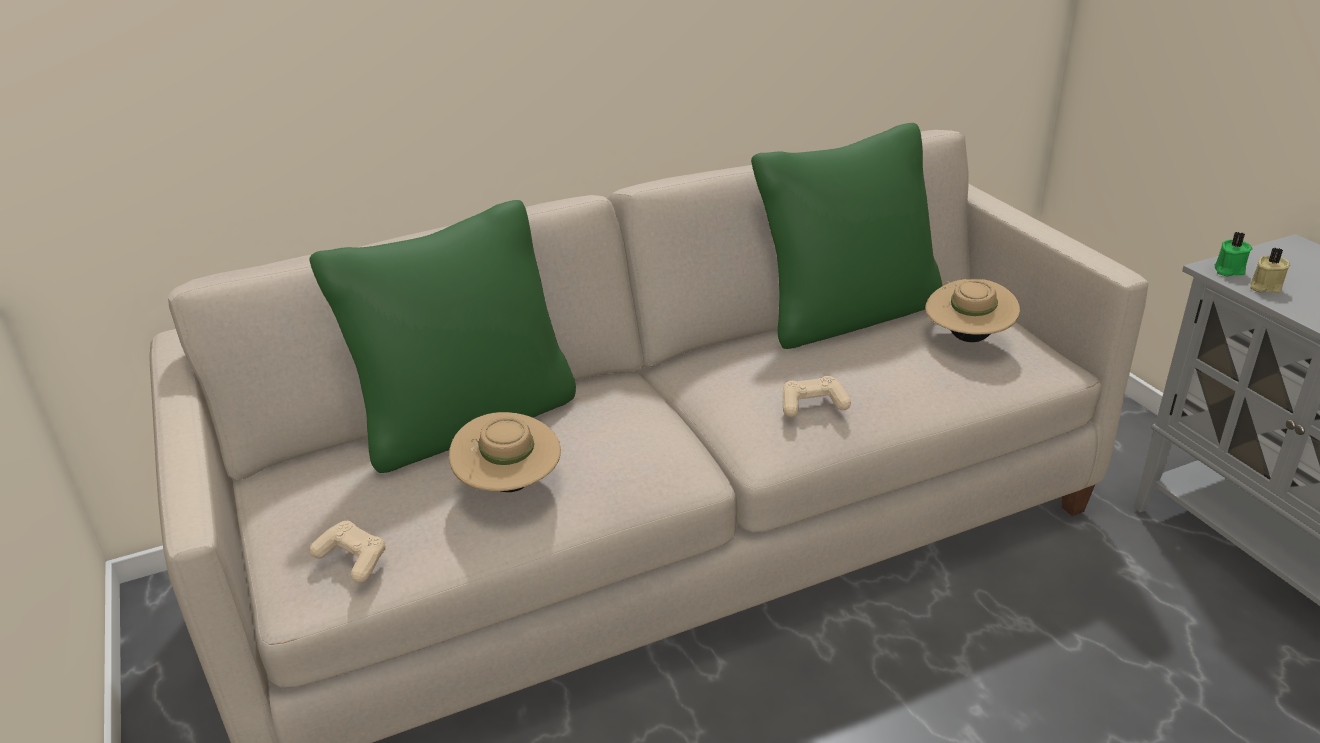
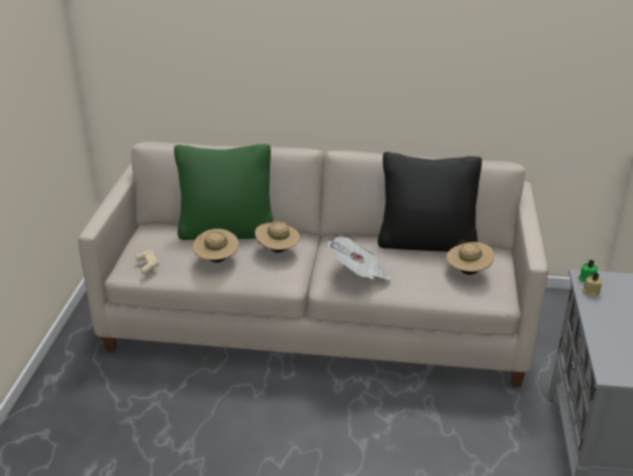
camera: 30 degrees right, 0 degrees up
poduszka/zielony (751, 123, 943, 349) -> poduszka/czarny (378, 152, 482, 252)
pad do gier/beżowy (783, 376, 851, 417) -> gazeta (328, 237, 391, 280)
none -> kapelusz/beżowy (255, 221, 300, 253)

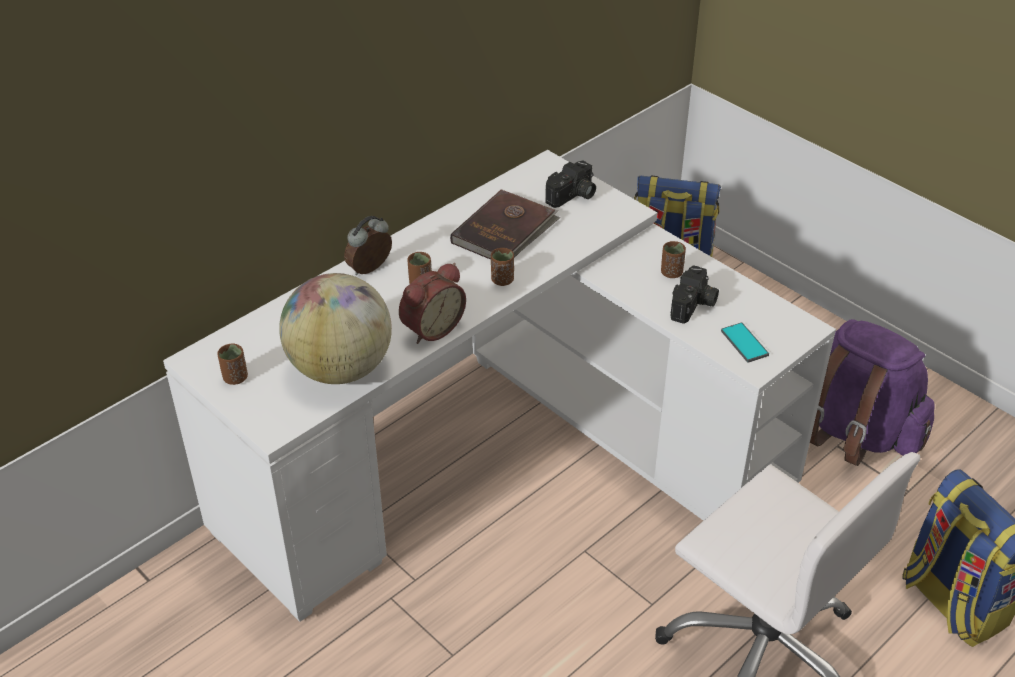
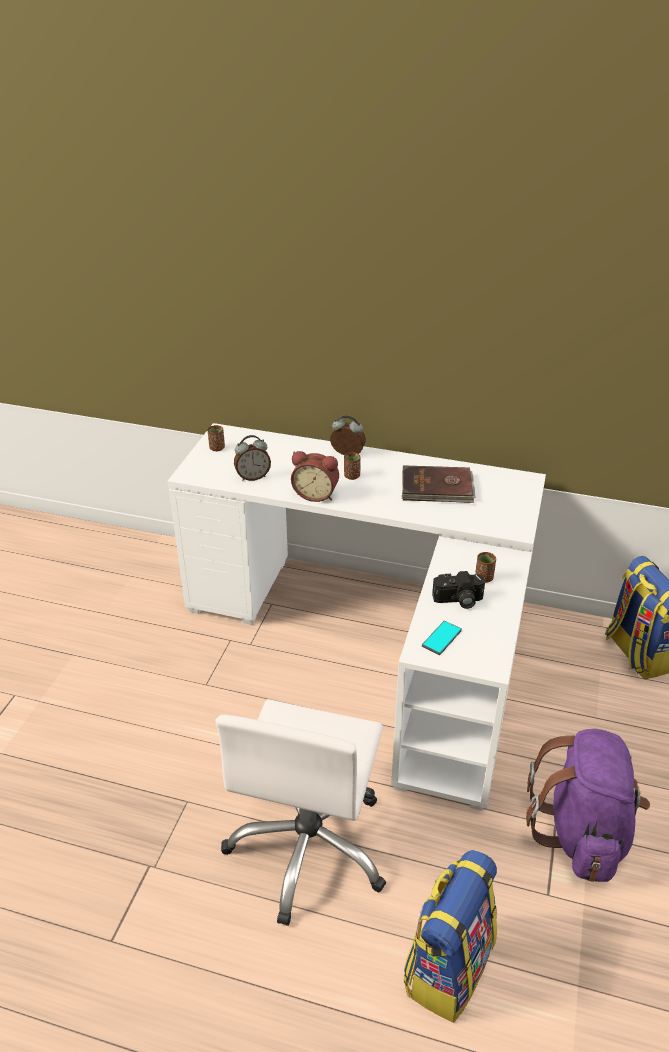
camera: 60 degrees right, 5 degrees down
globus (279, 273, 392, 384) -> budzik (234, 435, 271, 481)
filiżanka/brązowy (491, 248, 514, 286) -> none
aparat fotograficzny (545, 160, 596, 208) -> none

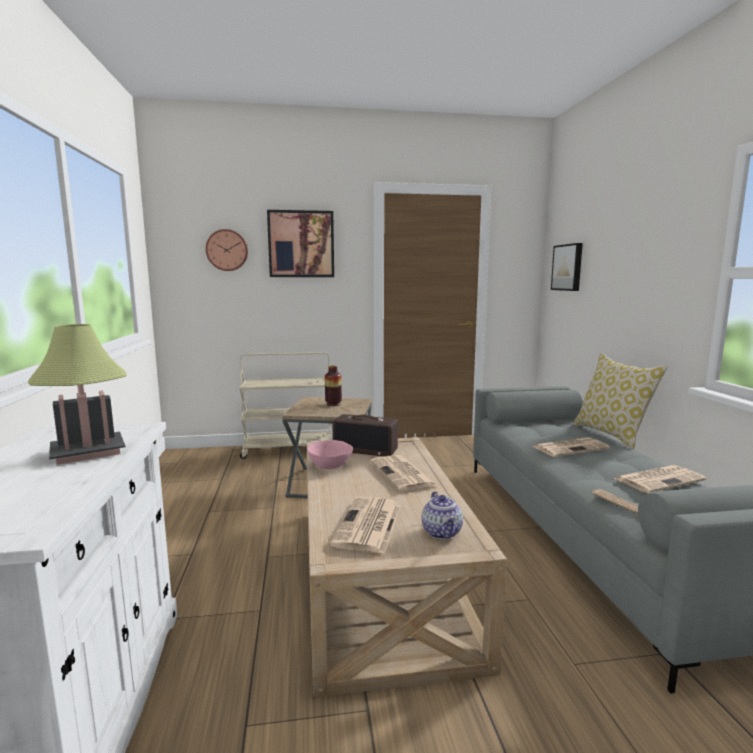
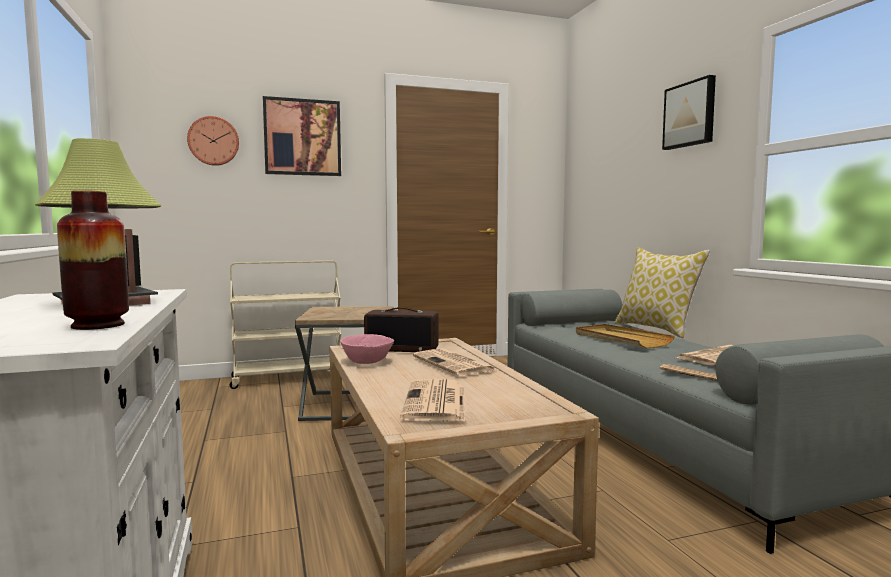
camera: 10 degrees left, 5 degrees down
wazon (325, 366, 342, 406) -> wazon (57, 190, 129, 330), move
imbryk (421, 491, 463, 539) -> none
gazeta (532, 437, 610, 457) -> taca/beżowy (576, 324, 675, 348)
obraz (551, 243, 583, 291) -> obraz (662, 75, 716, 150), move

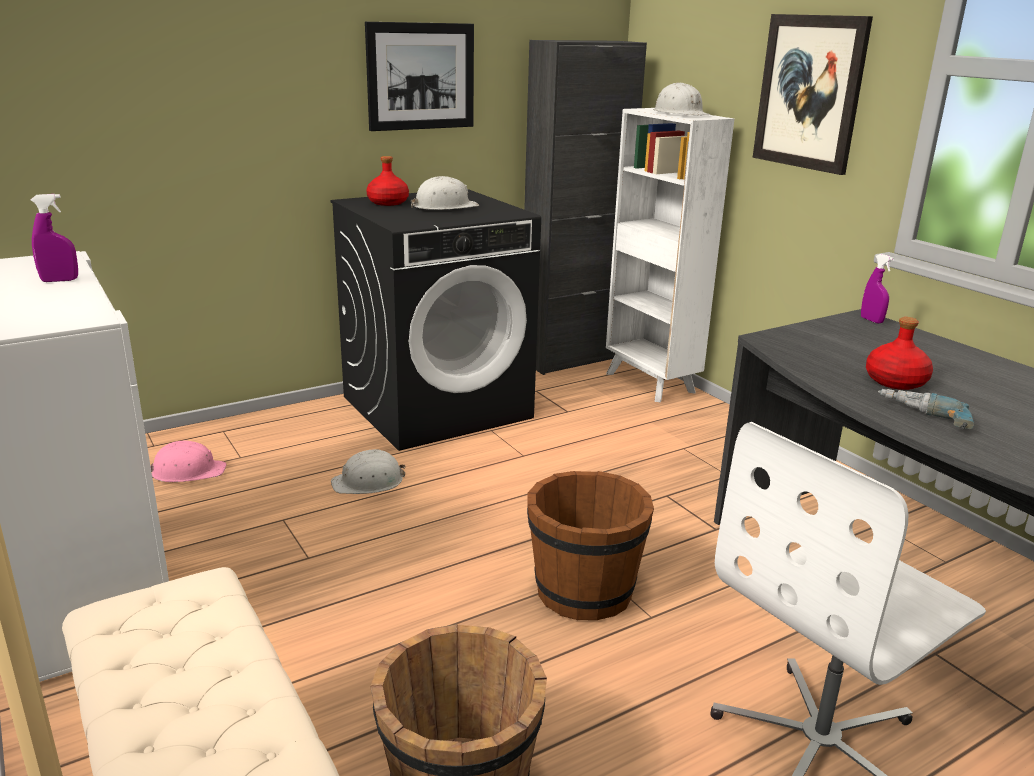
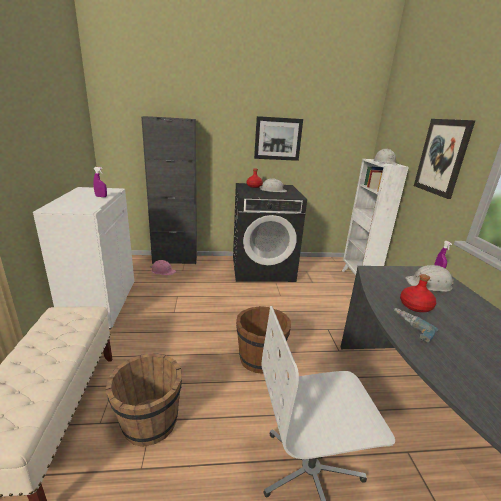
camera: 25 degrees right, 0 degrees up
kask/biały (331, 449, 405, 494) -> kask/biały (405, 265, 454, 292), move
szafka/czarny (524, 40, 647, 375) -> szafka/czarny (141, 116, 197, 264), move

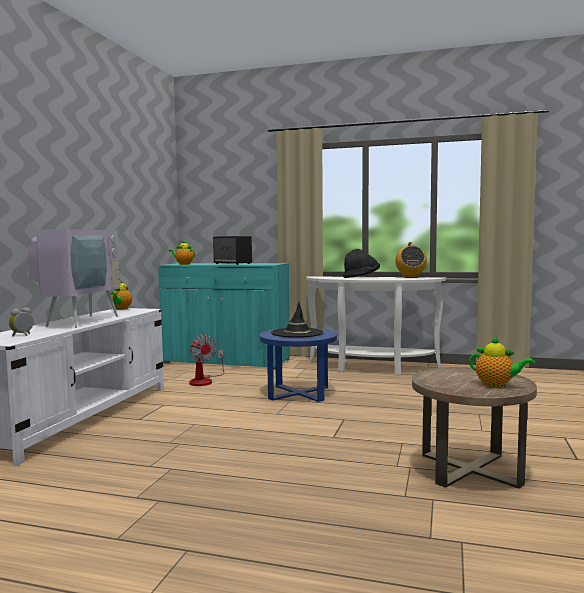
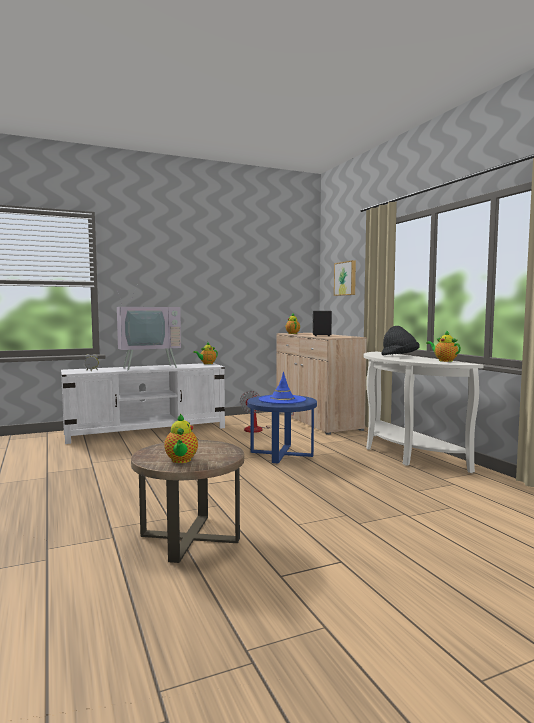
camera: 50 degrees right, 0 degrees up
szafka/turkusowy (158, 263, 290, 370) -> szafka/beżowy (277, 333, 367, 435)
kapelusz/czarny (271, 302, 324, 338) -> kapelusz/niebieski (259, 371, 306, 404)
radio (395, 242, 427, 278) -> imbryk (426, 330, 461, 362)
none -> obraz (334, 260, 356, 296)

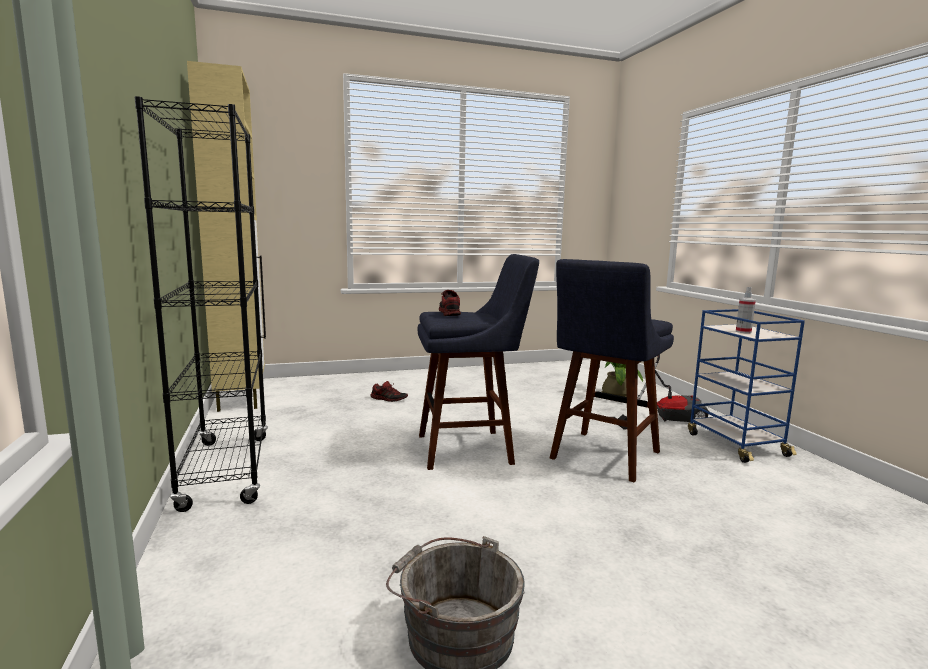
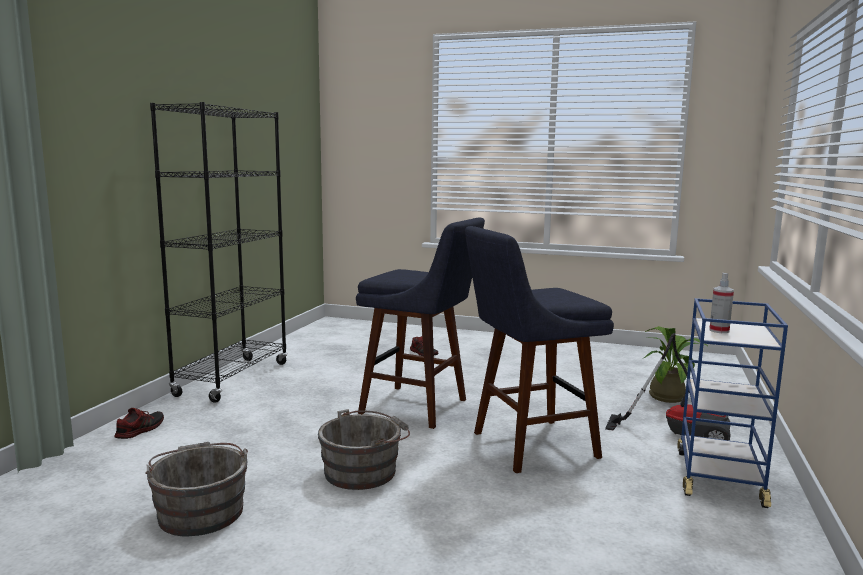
camera: 35 degrees right, 0 degrees up
szafka/beżowy (187, 61, 266, 412) -> none
but (439, 290, 461, 316) -> but (114, 408, 164, 439), move
none -> wiadro/szary (318, 409, 410, 490)

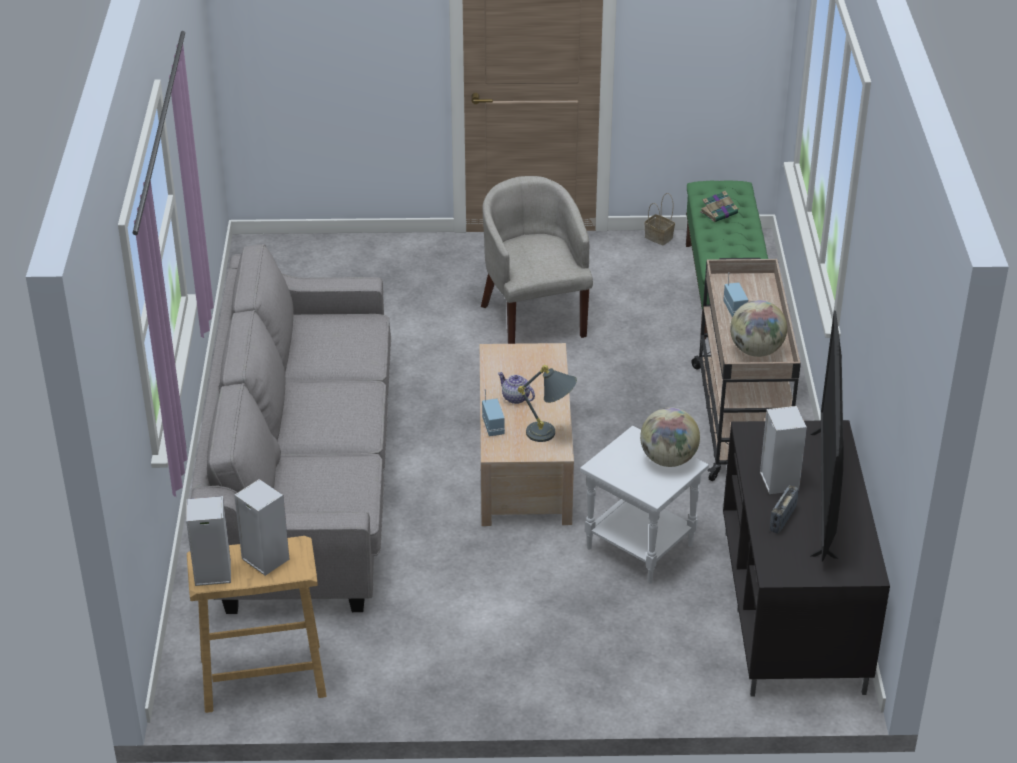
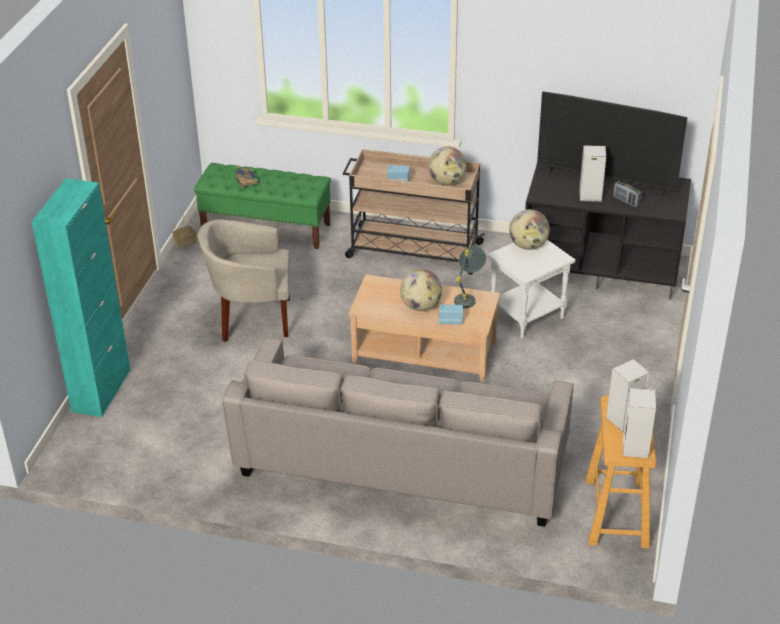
camera: 75 degrees left, 0 degrees up
imbryk (498, 372, 535, 404) -> globus (400, 269, 442, 311)
none -> szafka/turkusowy (32, 178, 130, 417)

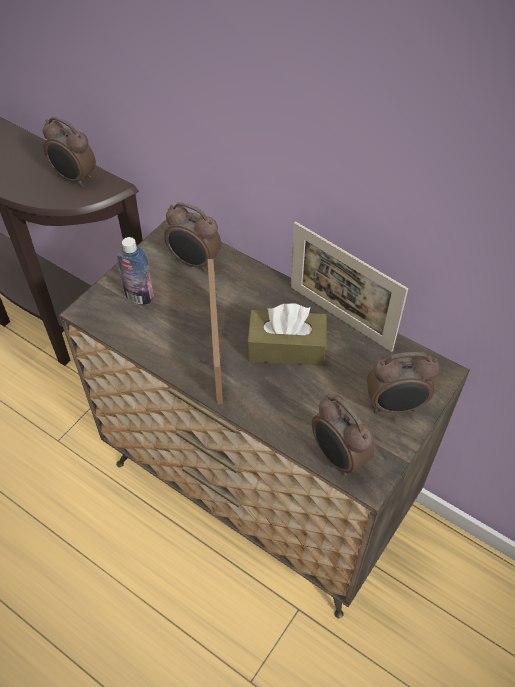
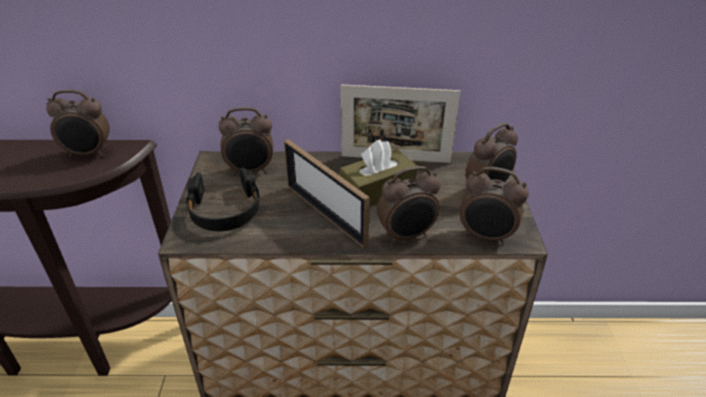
camera: 35 degrees left, 15 degrees down
butelka (117, 237, 154, 304) -> słuchawki/czarny (186, 167, 259, 232)
none -> budzik (377, 166, 441, 244)

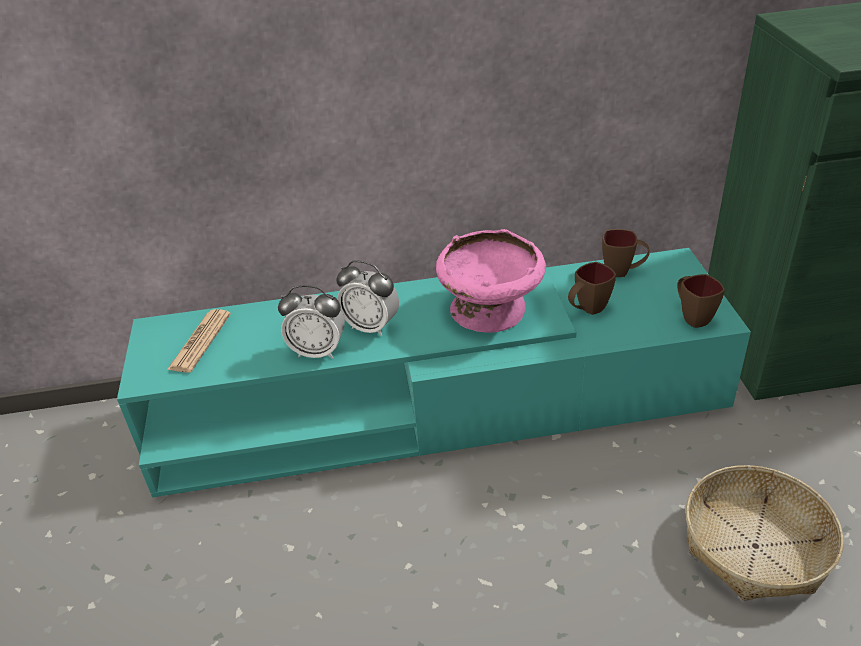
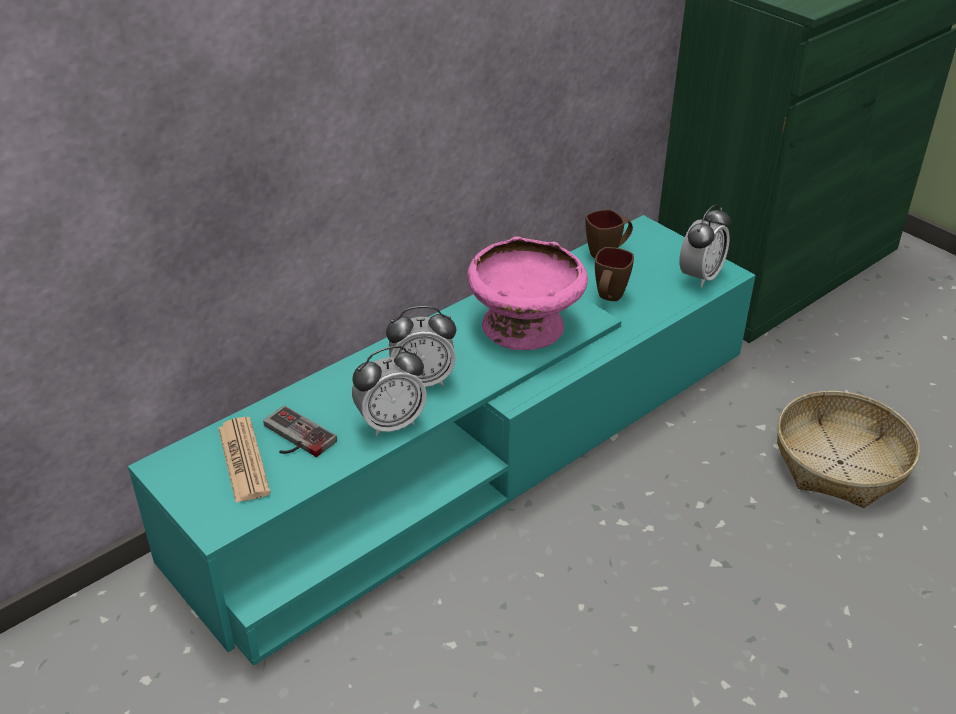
camera: 35 degrees left, 0 degrees up
kubek/brązowy (677, 274, 725, 328) -> budzik (679, 205, 731, 287)
none -> pad do gier (263, 405, 337, 457)

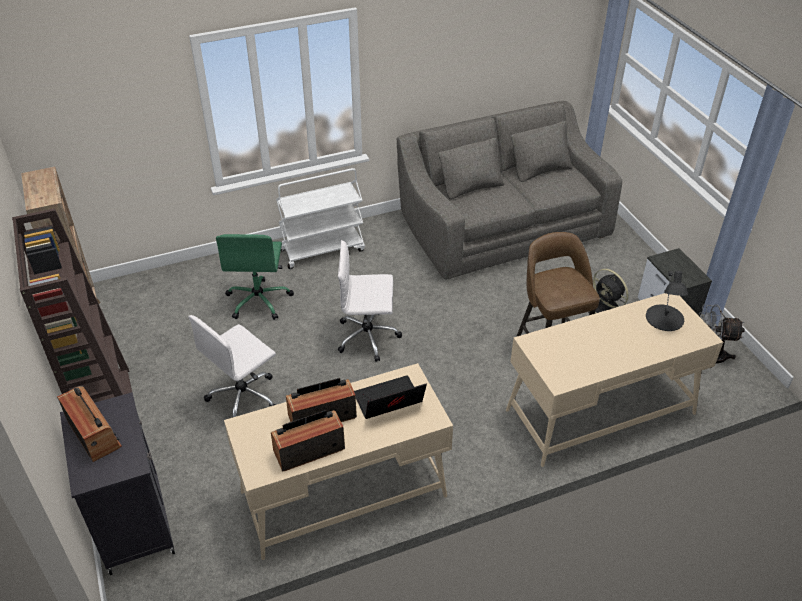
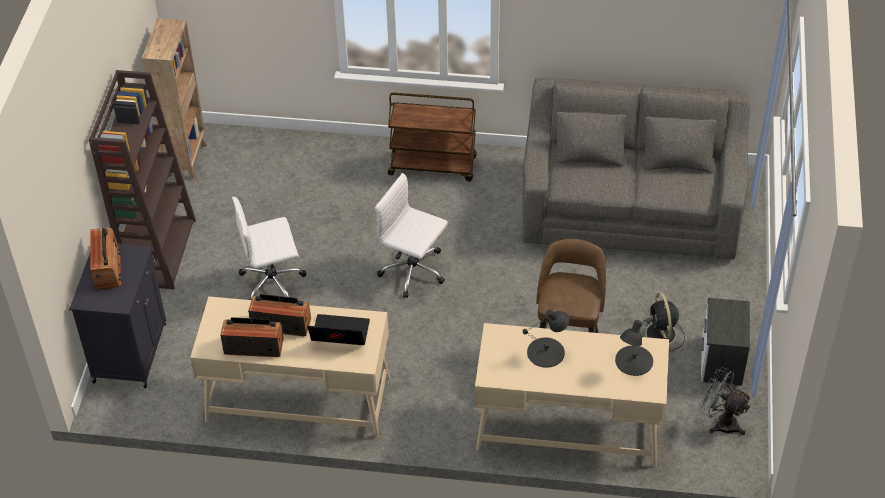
camera: 30 degrees right, 5 degrees up
krzesło biurowe/zielony (216, 234, 294, 320) -> none
wózek/biały (276, 168, 365, 269) -> wózek/brązowy (388, 93, 477, 182)
none -> lampa stołowa/czarny (522, 309, 570, 368)

